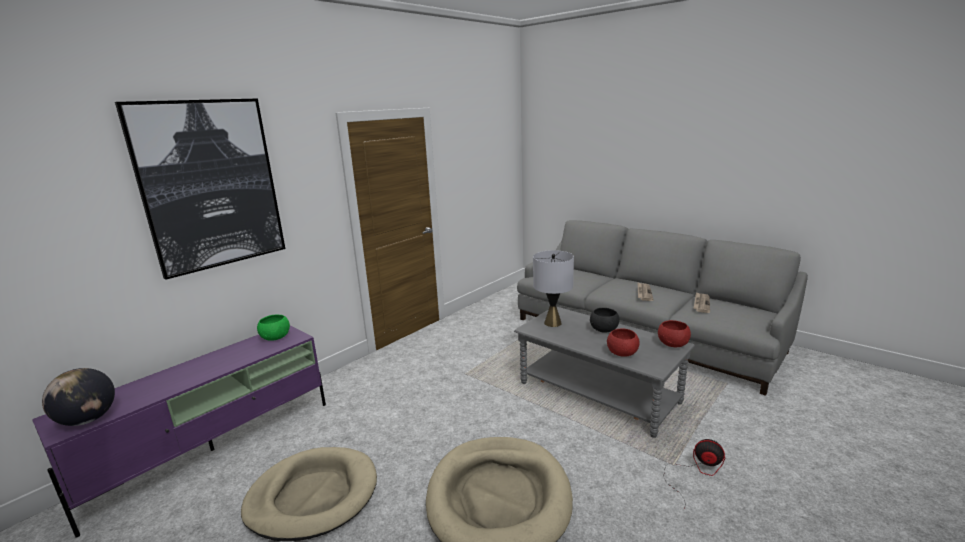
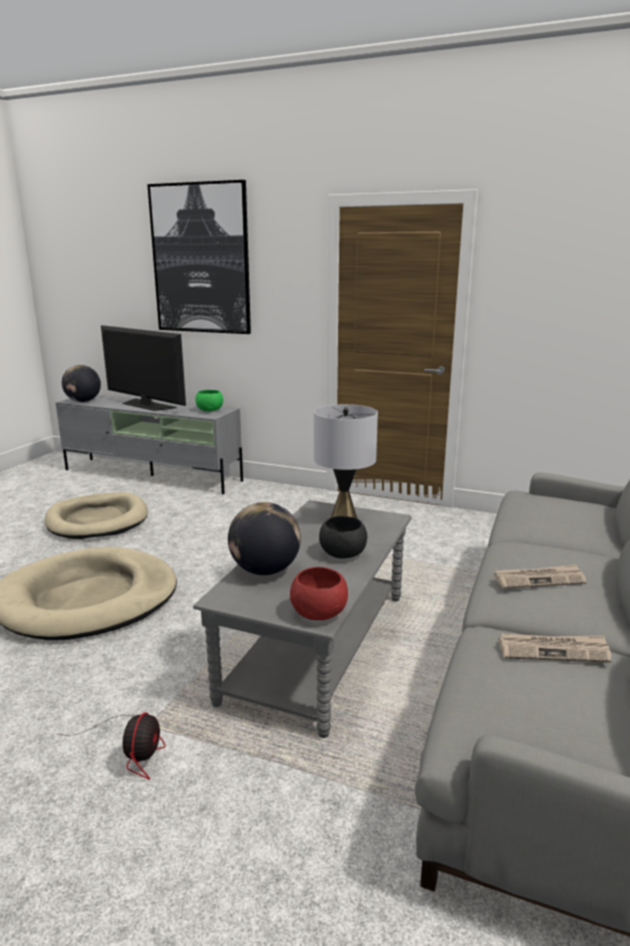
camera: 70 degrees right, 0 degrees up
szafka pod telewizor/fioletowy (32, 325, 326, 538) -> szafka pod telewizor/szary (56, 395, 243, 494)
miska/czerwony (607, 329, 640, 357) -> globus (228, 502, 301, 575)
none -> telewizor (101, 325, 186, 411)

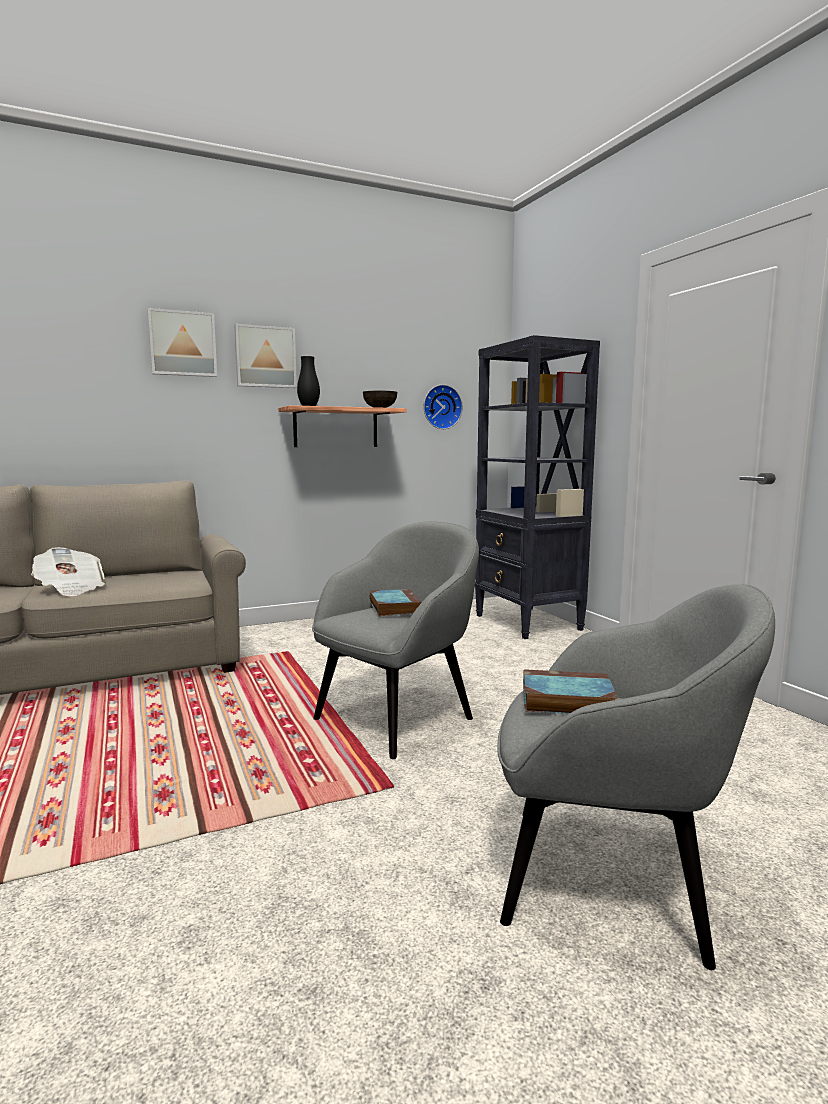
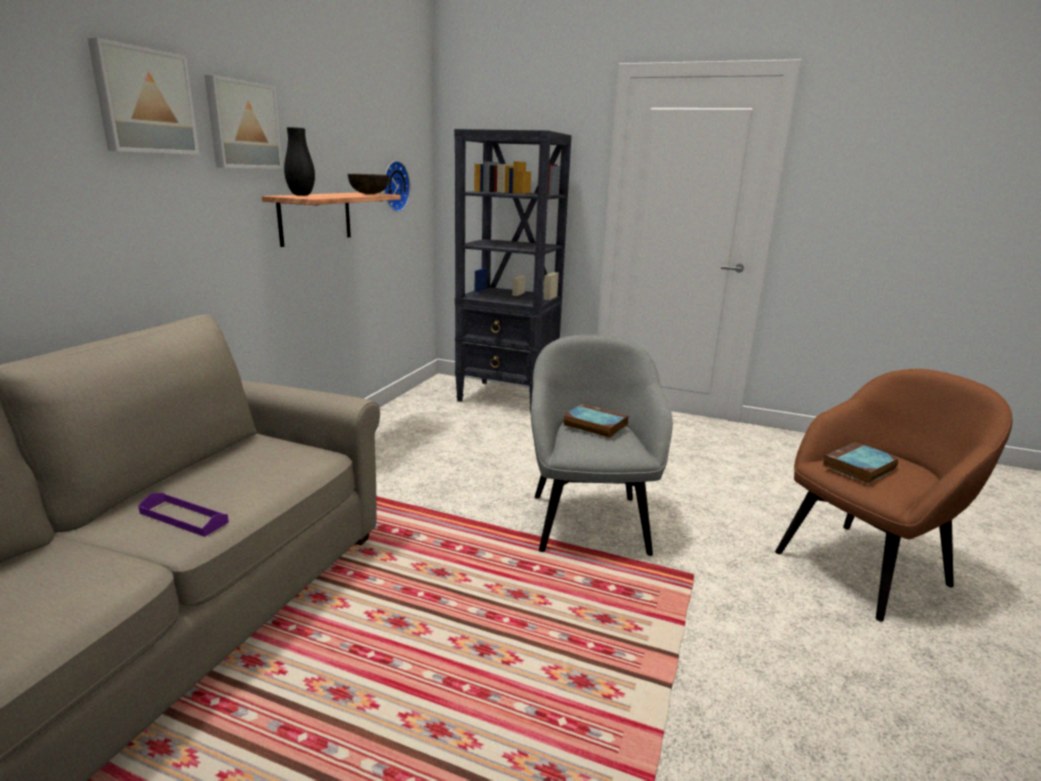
camera: 45 degrees left, 10 degrees up
gazeta (31, 547, 105, 596) -> taca/fioletowy (138, 493, 229, 537)
fotel/szary (497, 584, 775, 970) -> fotel/brązowy (775, 369, 1012, 622)

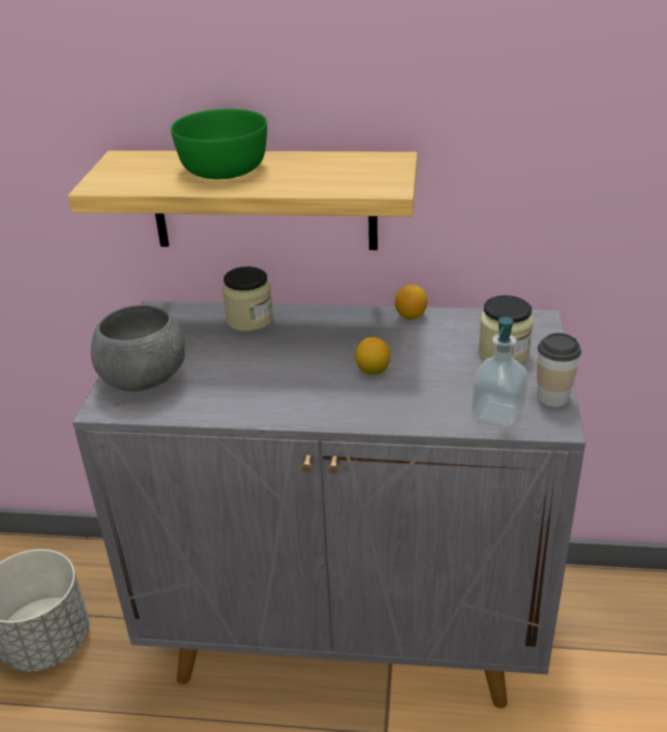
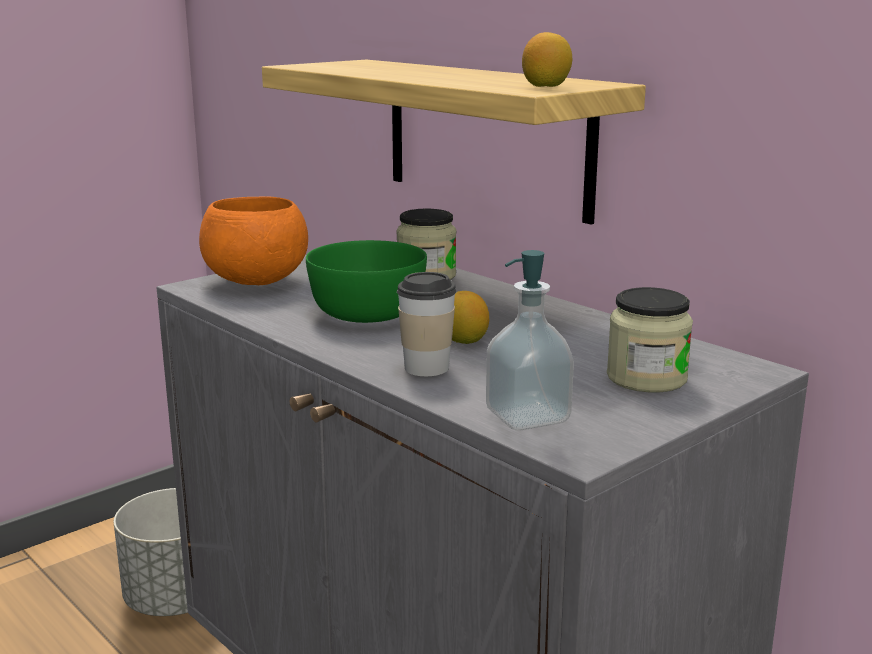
camera: 40 degrees right, 15 degrees down
miska/szary (91, 305, 185, 391) -> miska/pomarańczowy (199, 196, 308, 285)
miska/zielony (171, 109, 267, 179) -> miska/zielony (306, 240, 427, 323), move
cytryna (395, 285, 428, 319) -> cytryna (522, 32, 572, 87), move
filiżanka (537, 333, 582, 407) -> filiżanka (397, 272, 457, 376), move

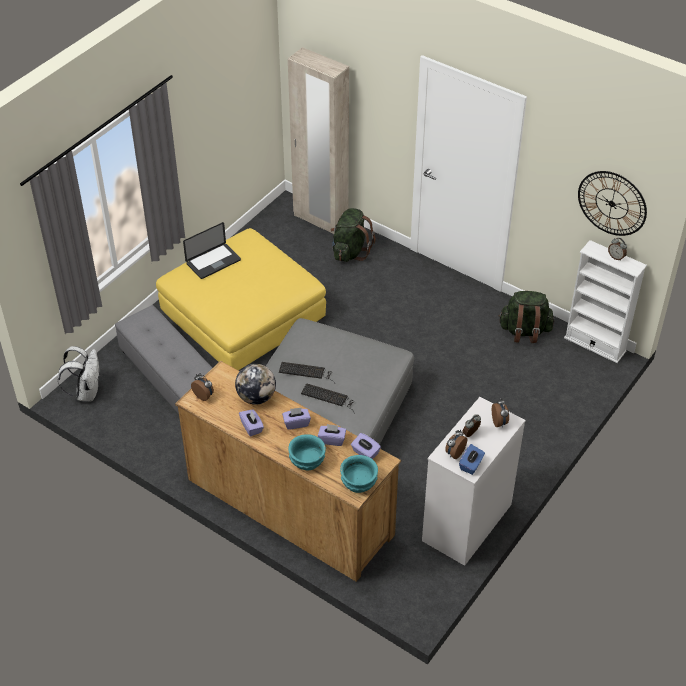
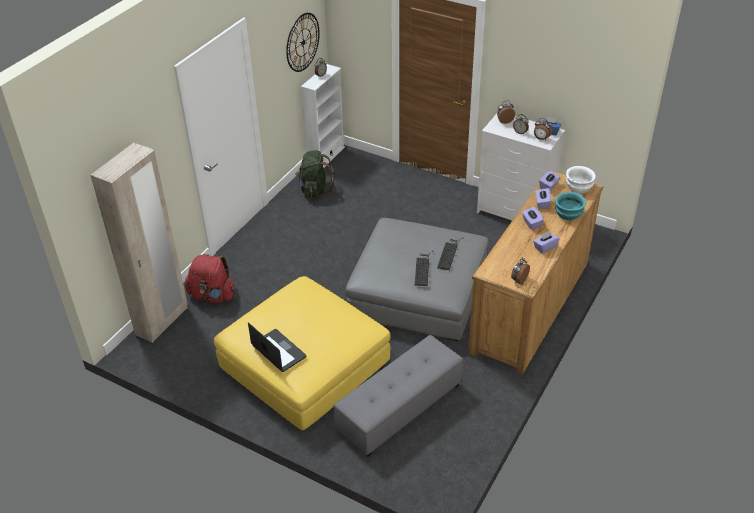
camera: 95 degrees left, 5 degrees down
plecak/biały (57, 346, 99, 401) -> none
globus (235, 364, 276, 405) -> none
plecak/zielony (331, 208, 376, 262) -> plecak/czerwony (185, 254, 235, 303)
miska/turkusowy (340, 455, 378, 493) -> miska/biały (566, 166, 596, 193)

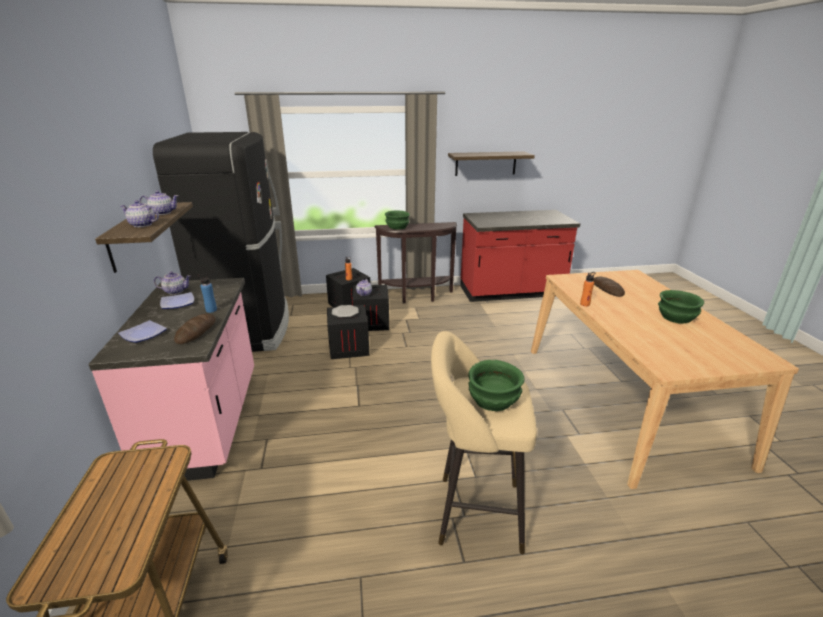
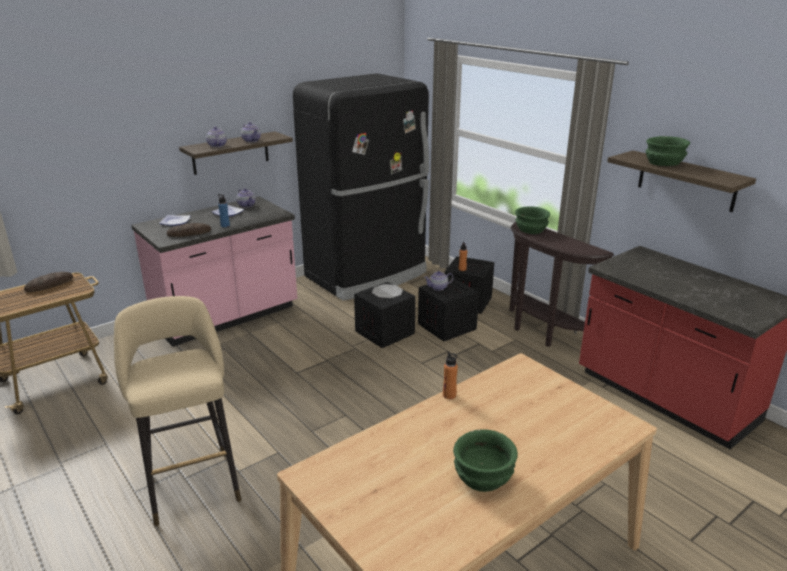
camera: 60 degrees right, 0 degrees up
miska/zielony (468, 360, 524, 411) -> miska/zielony (646, 136, 690, 166), move
chleb (593, 276, 625, 297) -> chleb (24, 272, 73, 292), move

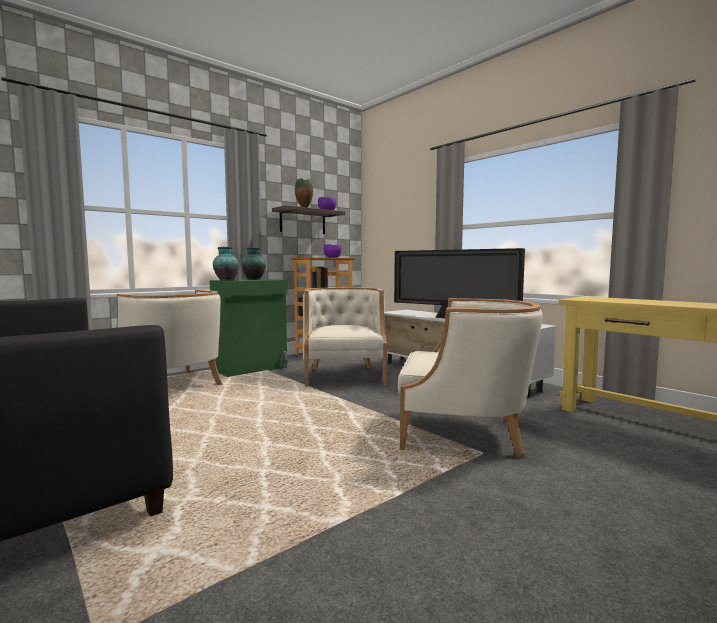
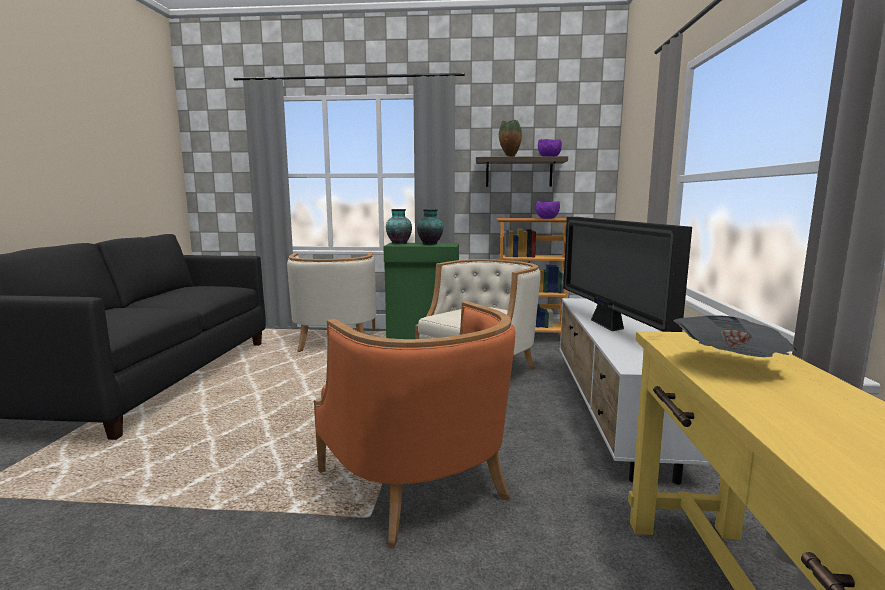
camera: 45 degrees right, 5 degrees up
fotel/beżowy (398, 298, 543, 459) -> fotel/pomarańczowy (314, 301, 515, 549)
none -> gazeta (674, 315, 797, 357)

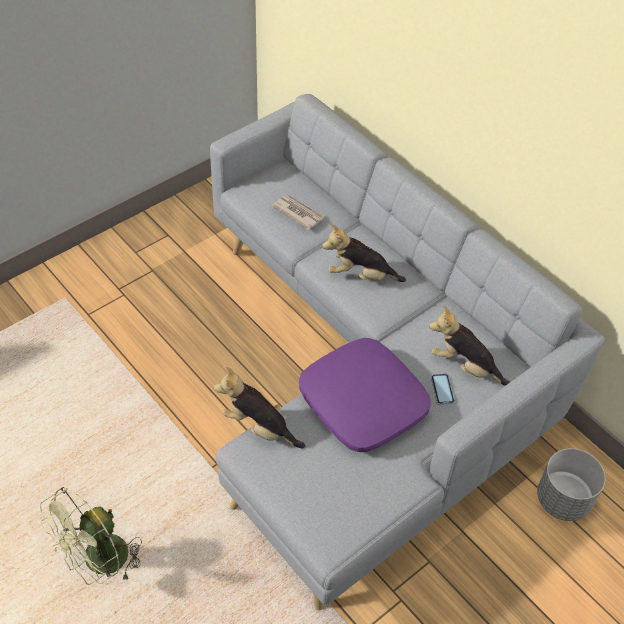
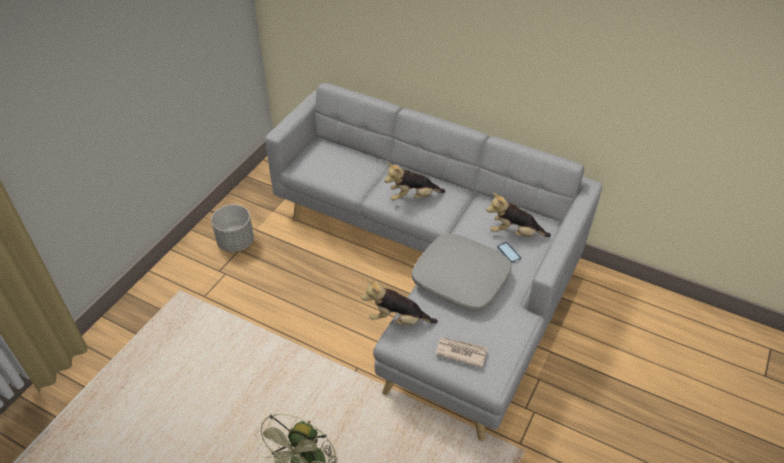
camera: 20 degrees left, 5 degrees down
gazeta (272, 195, 324, 230) -> gazeta (435, 337, 488, 368), move
poduszka/fioletowy (299, 338, 431, 452) -> poduszka/szary (412, 233, 512, 311)
donica/szary (537, 448, 605, 521) -> donica/szary (211, 205, 254, 252), move

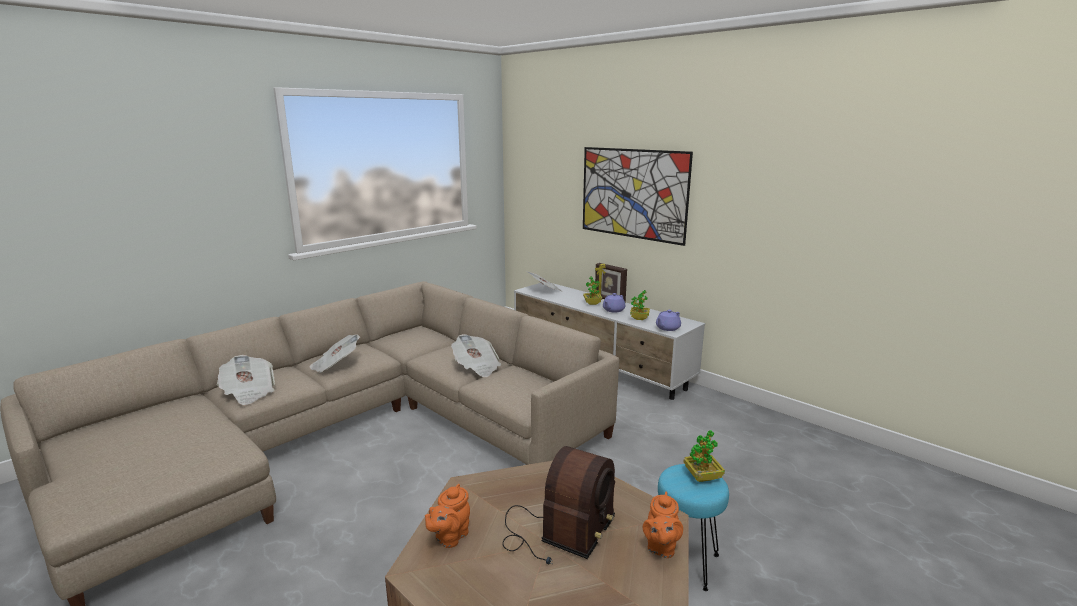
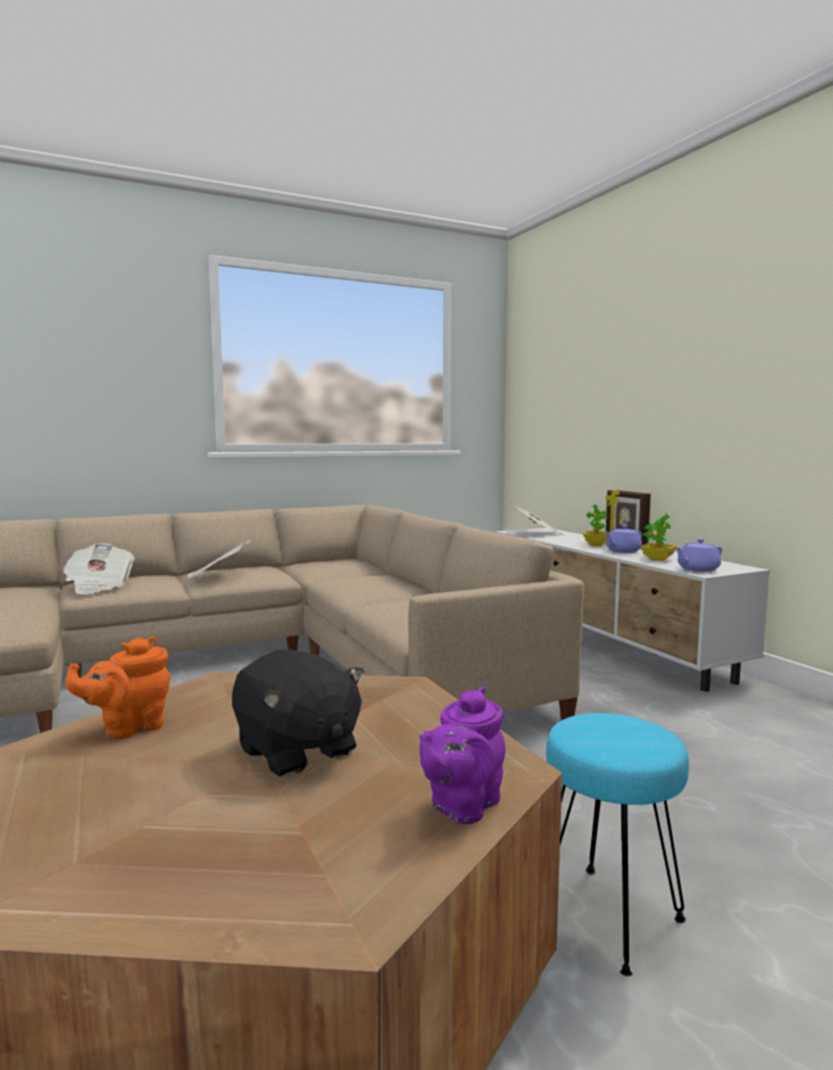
camera: 20 degrees right, 10 degrees down
gazeta (451, 334, 501, 377) -> none
radio (502, 446, 615, 565) -> pluszak/czarny (232, 650, 364, 777)
obraz (583, 147, 693, 246) -> none
imbryk/pomarańczowy (643, 491, 683, 558) -> imbryk/fioletowy (419, 687, 506, 824)
roślina doniczkowa (684, 430, 725, 482) -> none

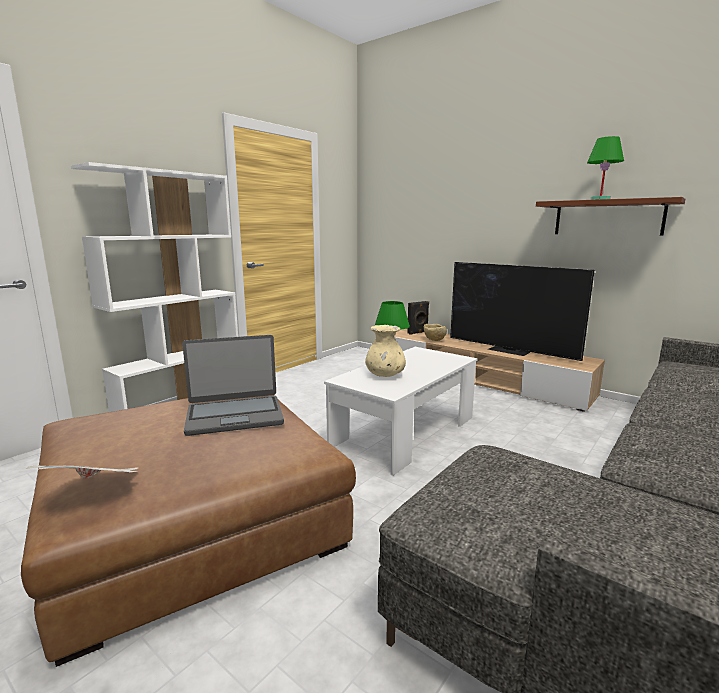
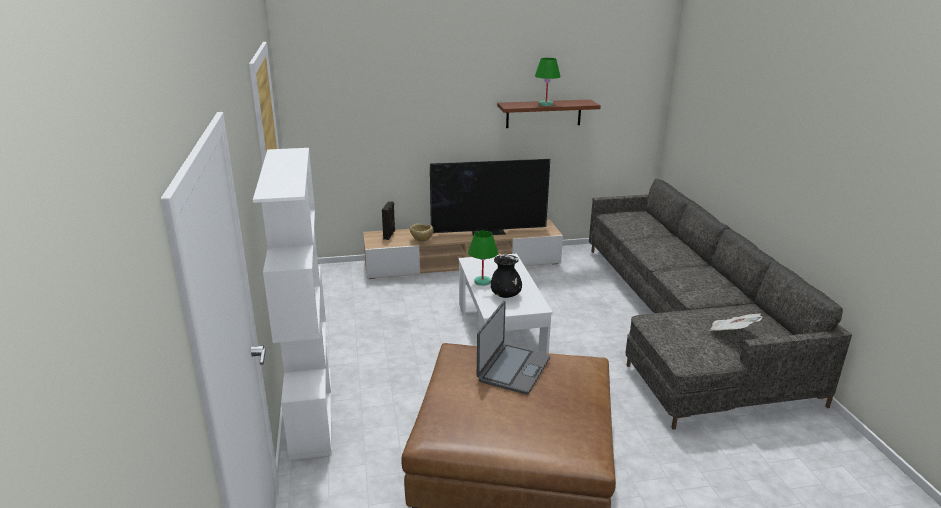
camera: 50 degrees left, 10 degrees up
gazeta (26, 466, 139, 479) -> gazeta (709, 314, 762, 331), move
wazon/beżowy (365, 325, 406, 377) -> wazon/czarny (491, 255, 522, 298)

